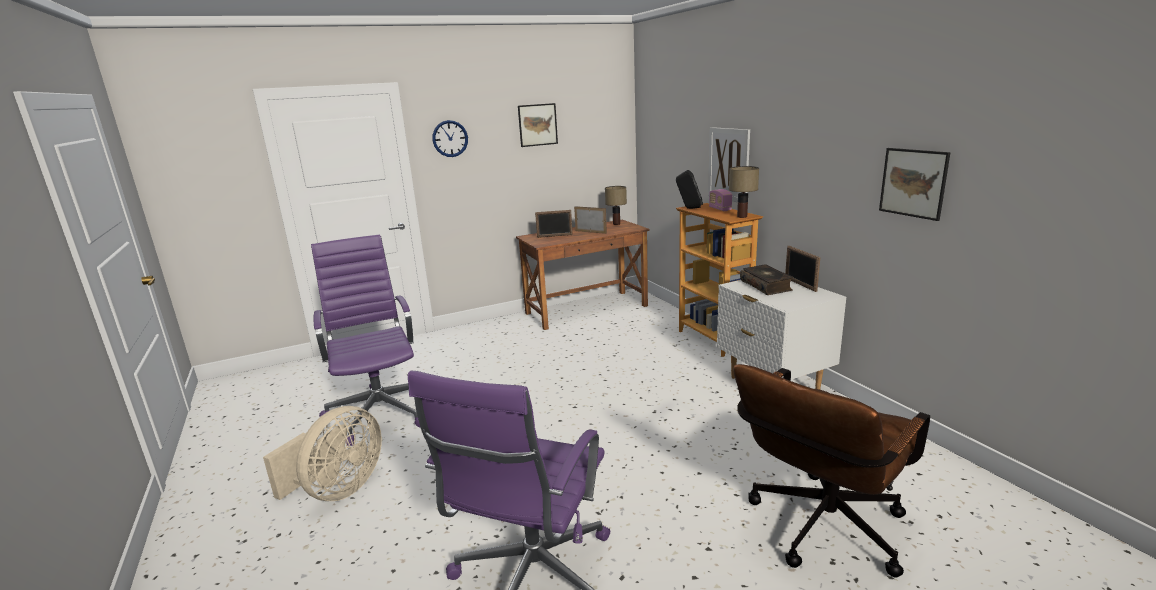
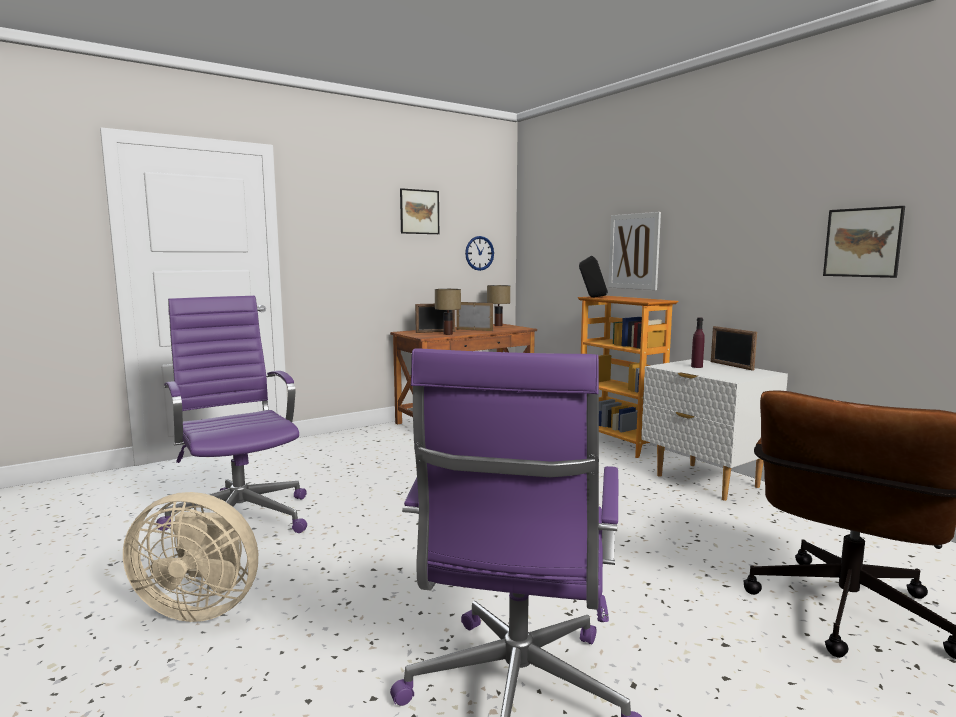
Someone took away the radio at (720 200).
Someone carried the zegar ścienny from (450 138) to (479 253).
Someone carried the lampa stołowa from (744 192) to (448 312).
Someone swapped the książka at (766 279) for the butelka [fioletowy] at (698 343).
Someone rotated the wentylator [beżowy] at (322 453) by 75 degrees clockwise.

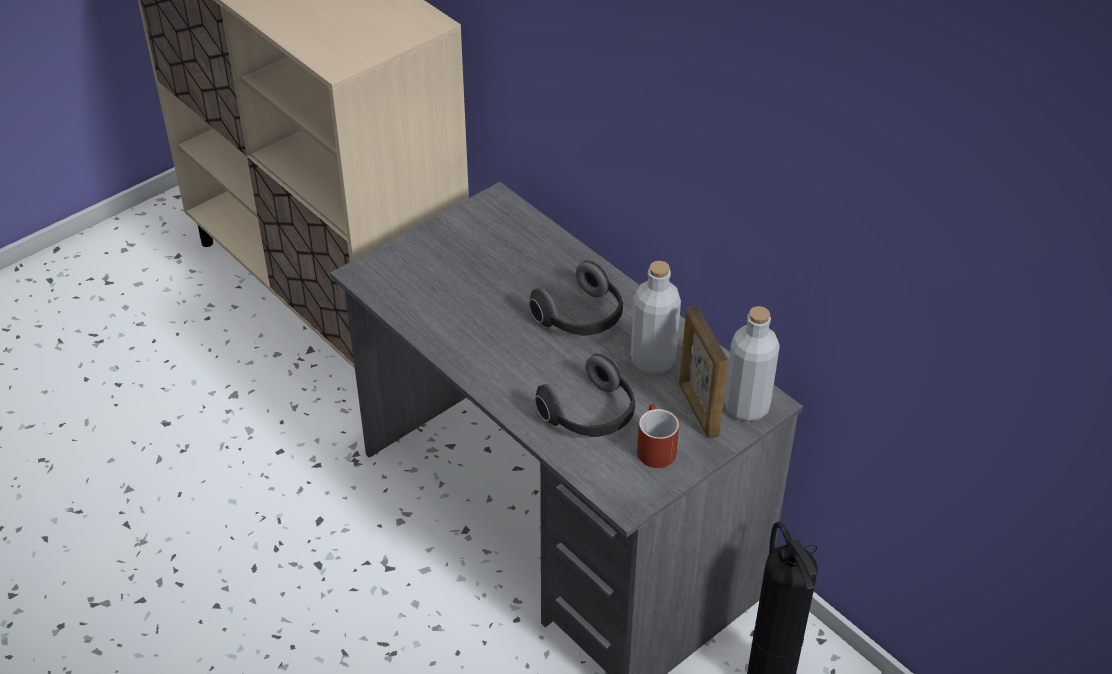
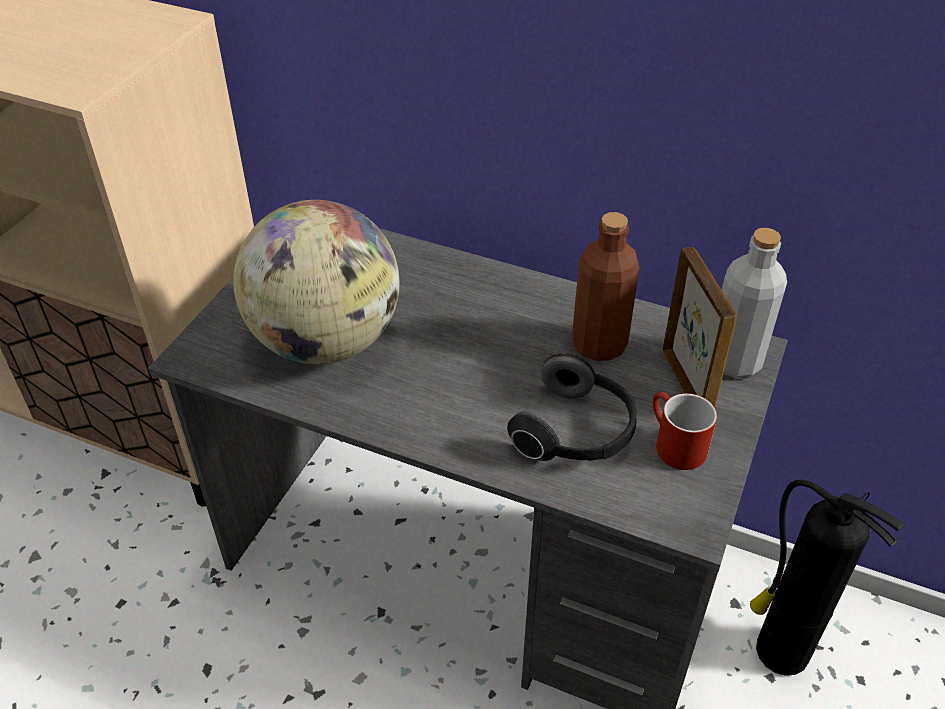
Someone took away the słuchawki at (576 298).
Someone put down the globus at (316 282).
Someone repainted the butelka [szary] at (656 317), which became the butelka [brązowy] at (606 286).
Someone rotated the ramka na zdjęcie at (703 372) by 150 degrees counterclockwise.

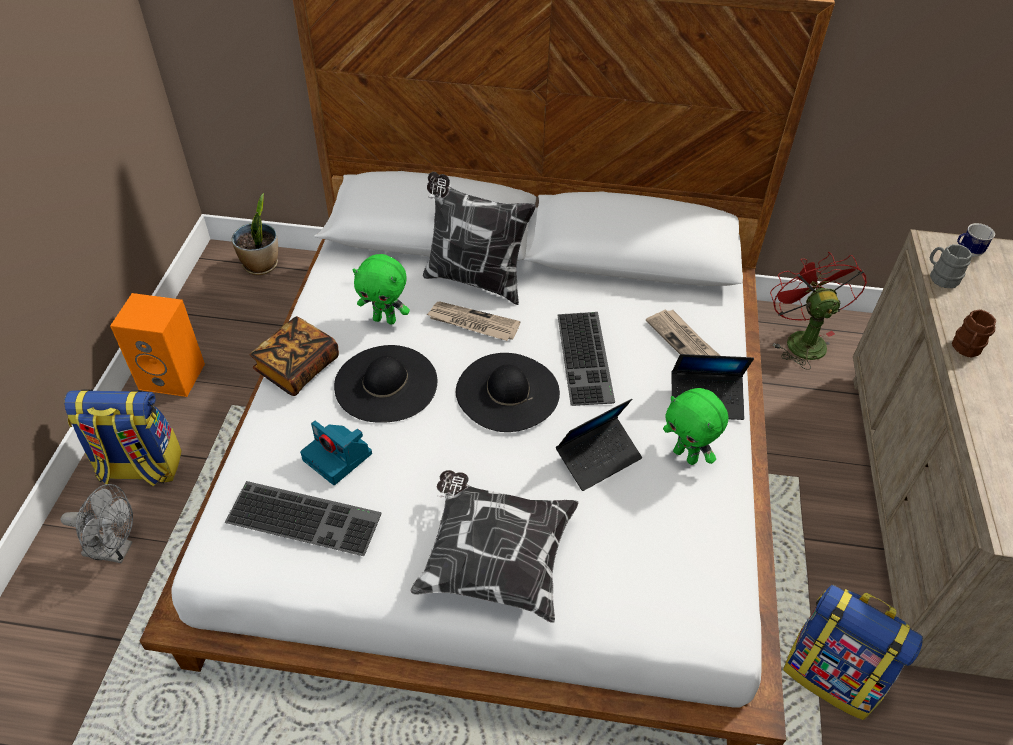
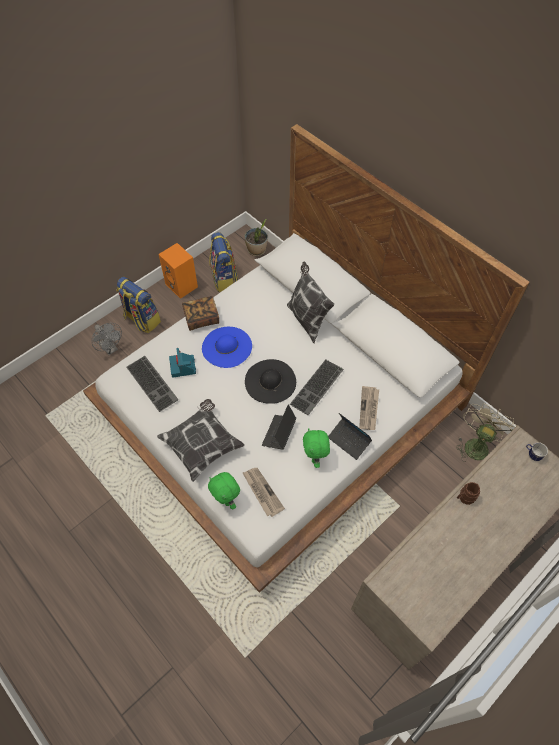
Someone took away the kubek [szary] at (951 266).
Someone carried the pluszak [zielony] from (381 289) to (224 490).
Someone carried the gazeta from (473 321) to (264 492).
Someone carried the plecak from (853 652) to (223 262).
Someone repainted the kapelusz [czarny] at (385 384), which became the kapelusz [niebieski] at (227 347).
Someone repainted the wentylator [czerwony] at (818 311), which became the wentylator [beżowy] at (486 433).
Someone rotated the laptop at (599 445) by 105 degrees clockwise.

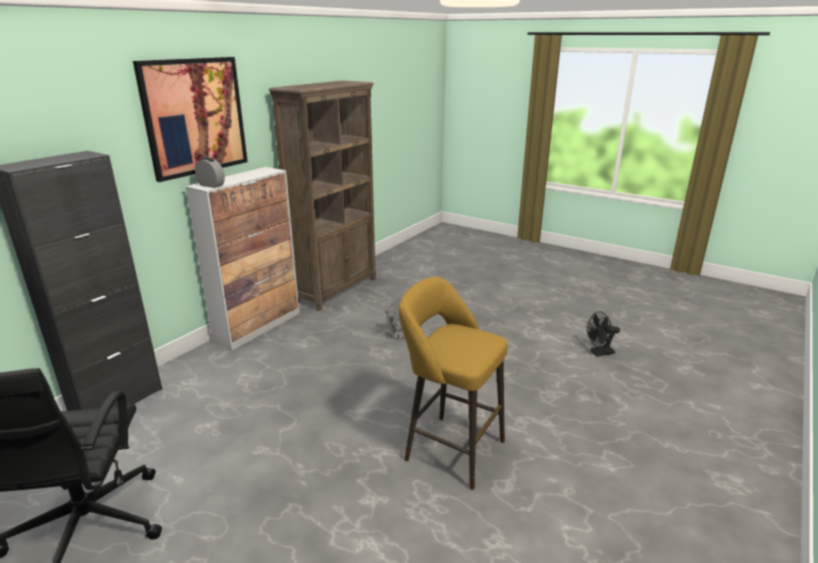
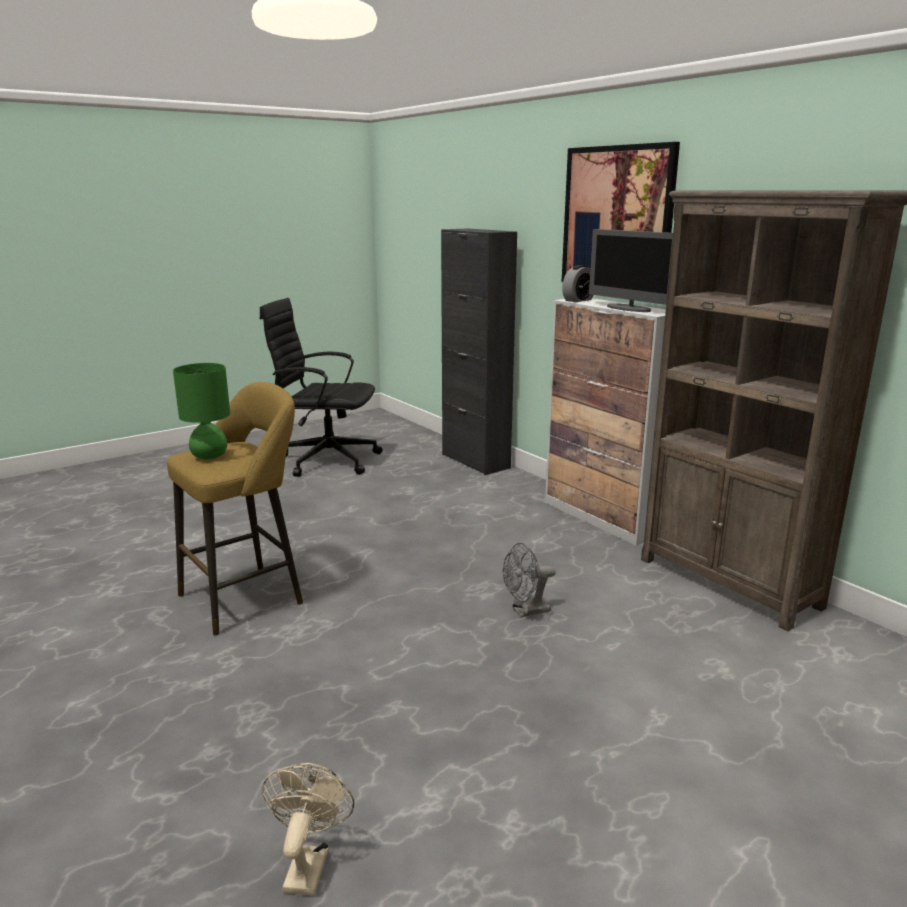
Someone put down the lampa stołowa [zielony] at (201 411).
Someone put down the monitor at (631 270).
Someone repainted the wentylator [czarny] at (603 333), which became the wentylator [beżowy] at (308 829).

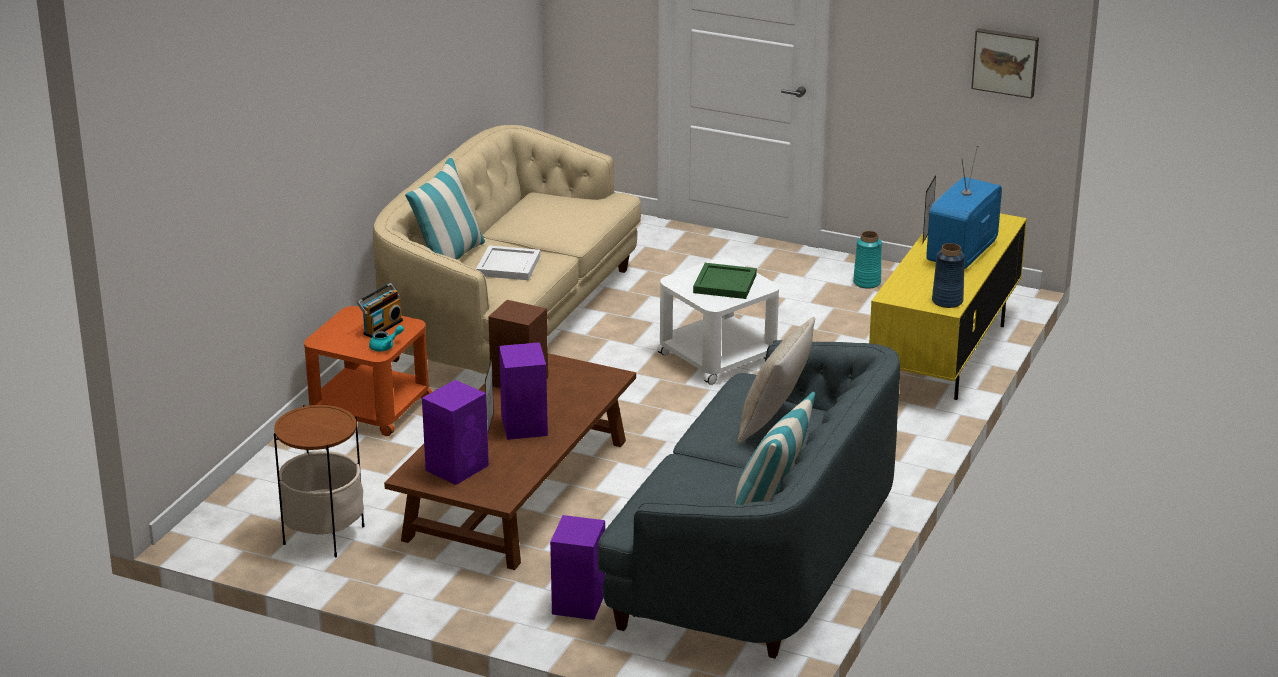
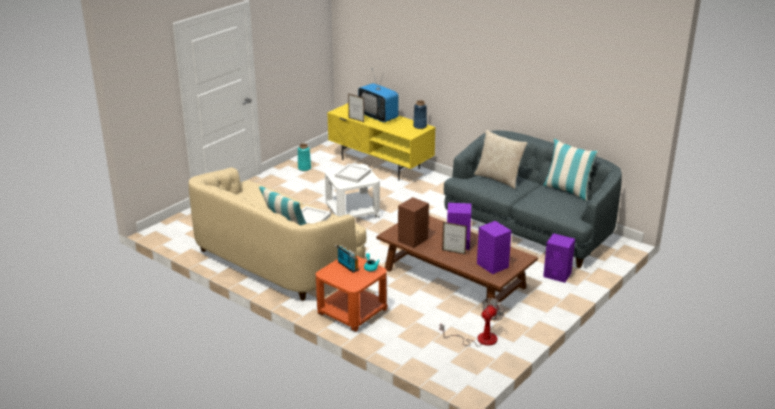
Someone took away the obraz at (1005 63).
Someone swapped the stolik at (319 481) for the wentylator at (472 322).
Someone repainted the taca [zielony] at (725 281), which became the taca [biały] at (353 173).

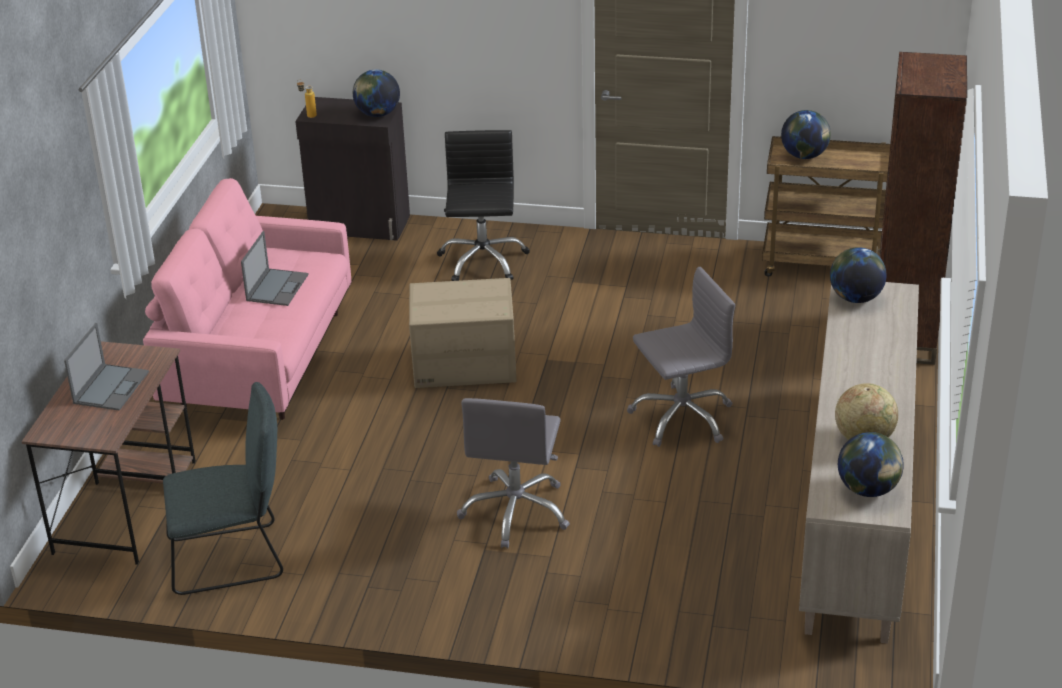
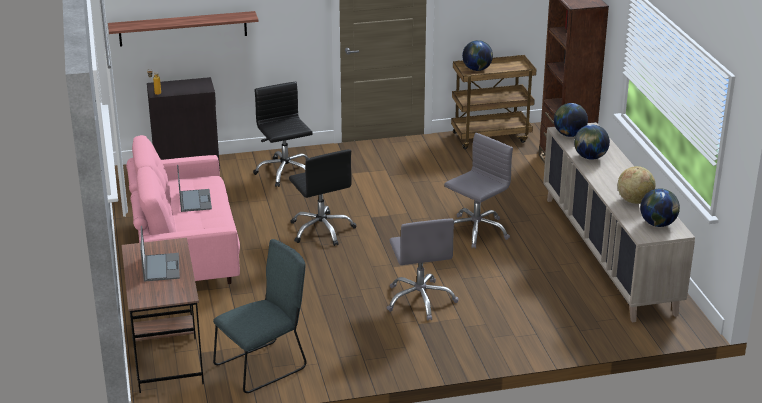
Someone put up the półka at (183 29).
Someone carried the globus from (376 93) to (592 142).
Someone swapped the karton at (463 333) for the krzesło biurowe [czarny] at (322 197).

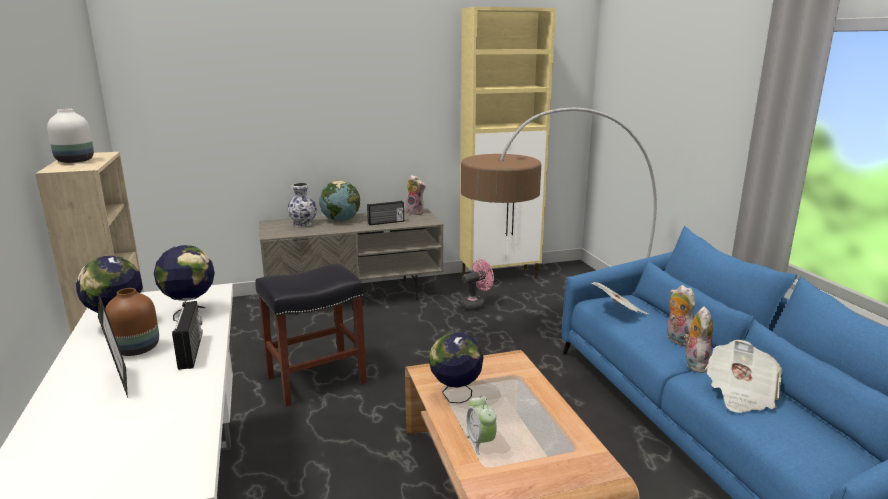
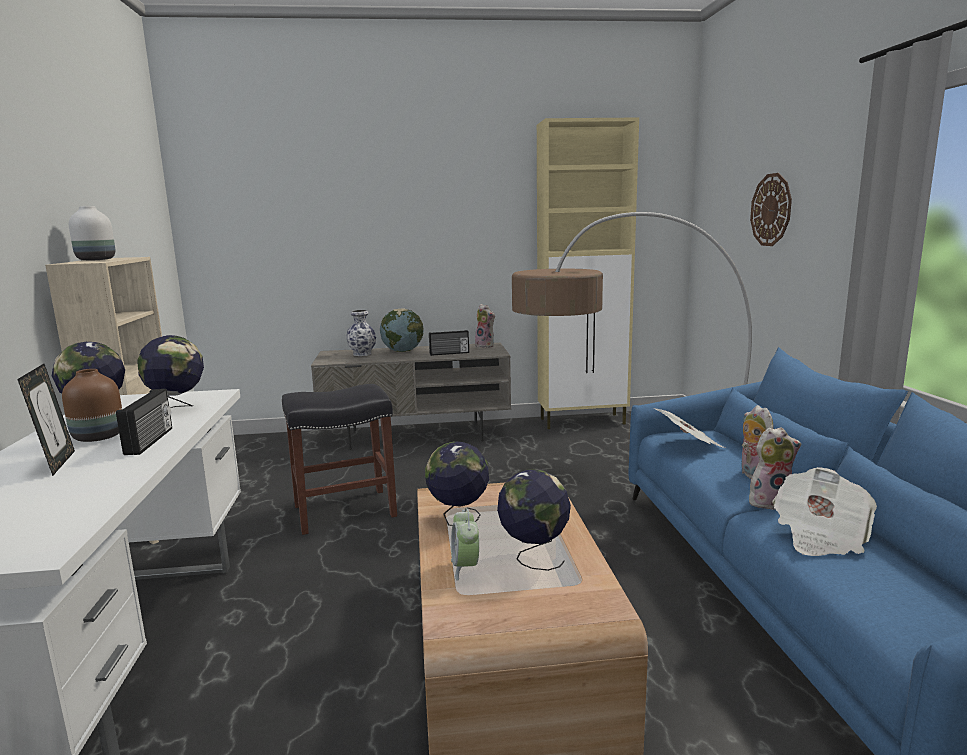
Someone took away the wentylator [różowy] at (477 285).
Someone put down the globus at (534 520).
Someone put up the zegar ścienny at (771 209).
Someone rotated the pluszak at (698 339) by 60 degrees clockwise.

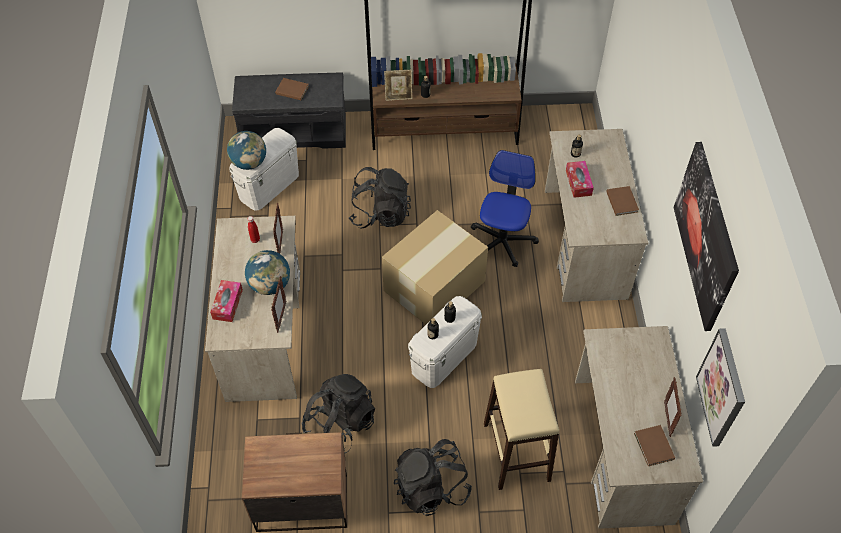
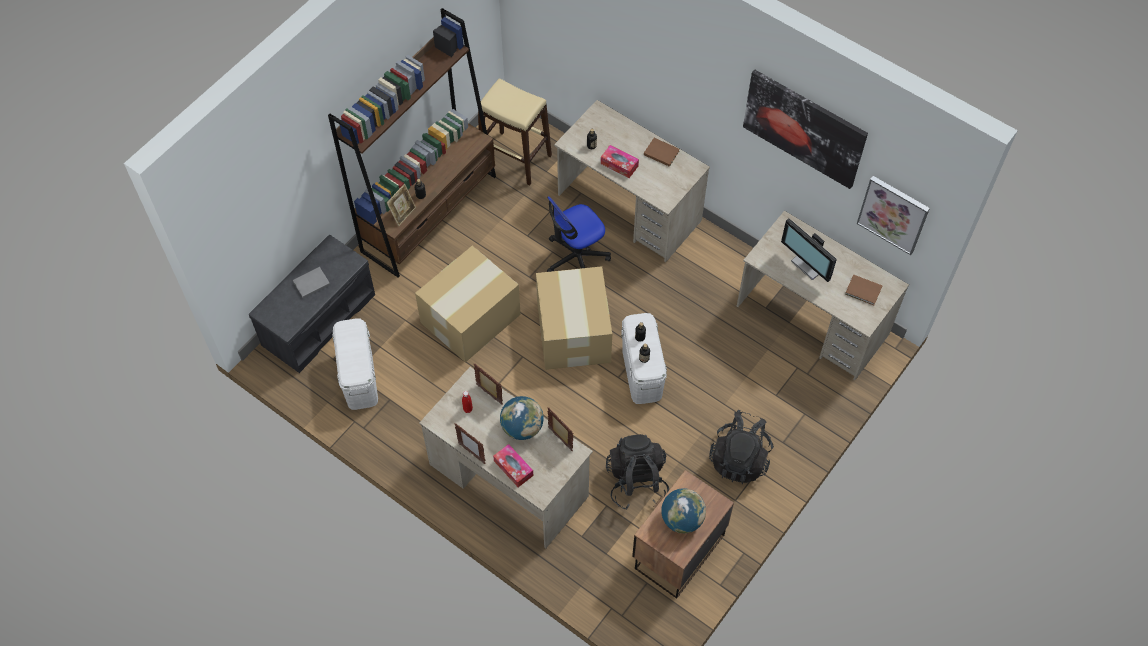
Someone put down the monitor at (809 250).
Someone carried the globus from (246 150) to (683 510).
Someone carried the stołek [beżowy] from (521 429) to (515 132).
Someone carried the ramka na zdjęcie from (673 407) to (470 443).
Someone swapped the plecak [czarny] at (380 198) for the karton at (468 304).
Someone repainted the książka [brązowy] at (292 89), which became the książka [szary] at (311 282).
Someone rotated the krzesło biurowe at (505 208) by 90 degrees counterclockwise.

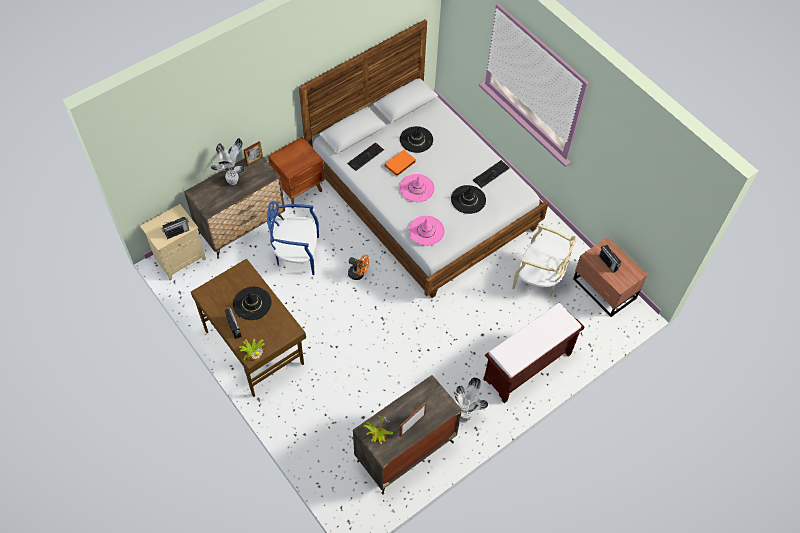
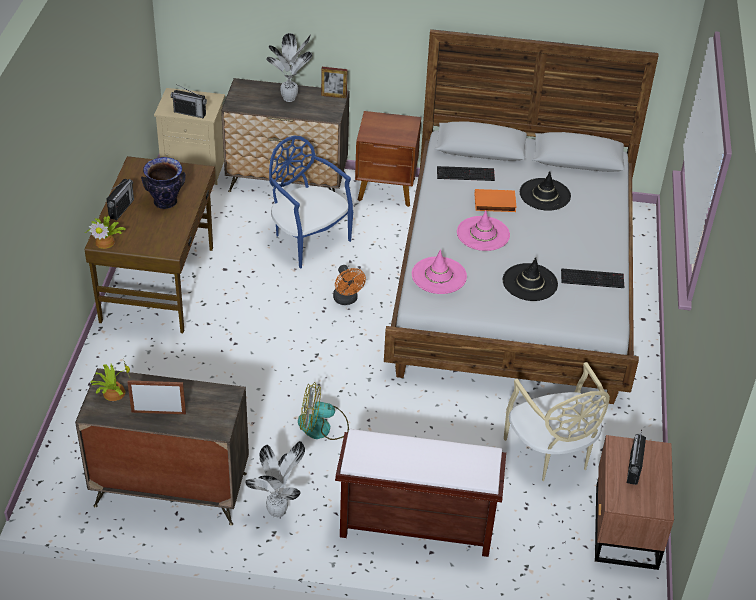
Someone put down the wentylator at (323 411).
Someone swapped the kapelusz [czarny] at (252 303) for the wazon at (163 183).

